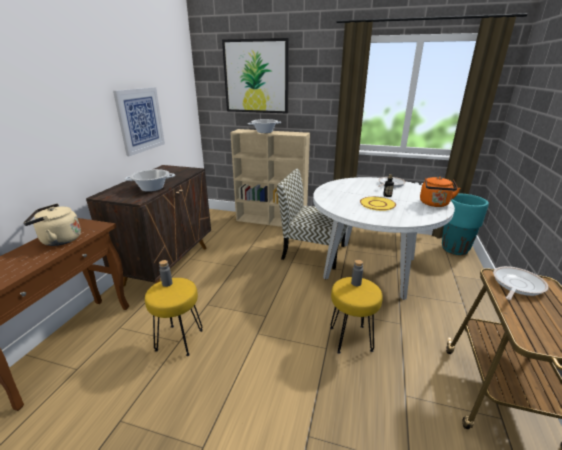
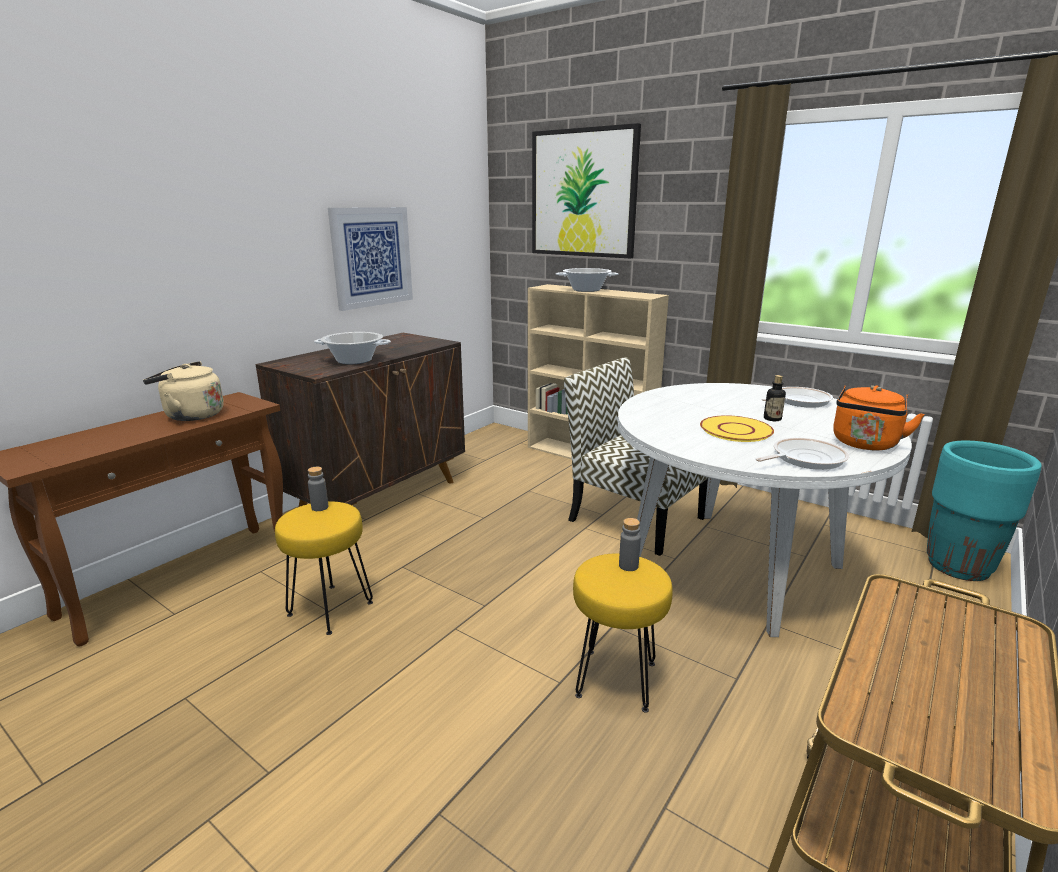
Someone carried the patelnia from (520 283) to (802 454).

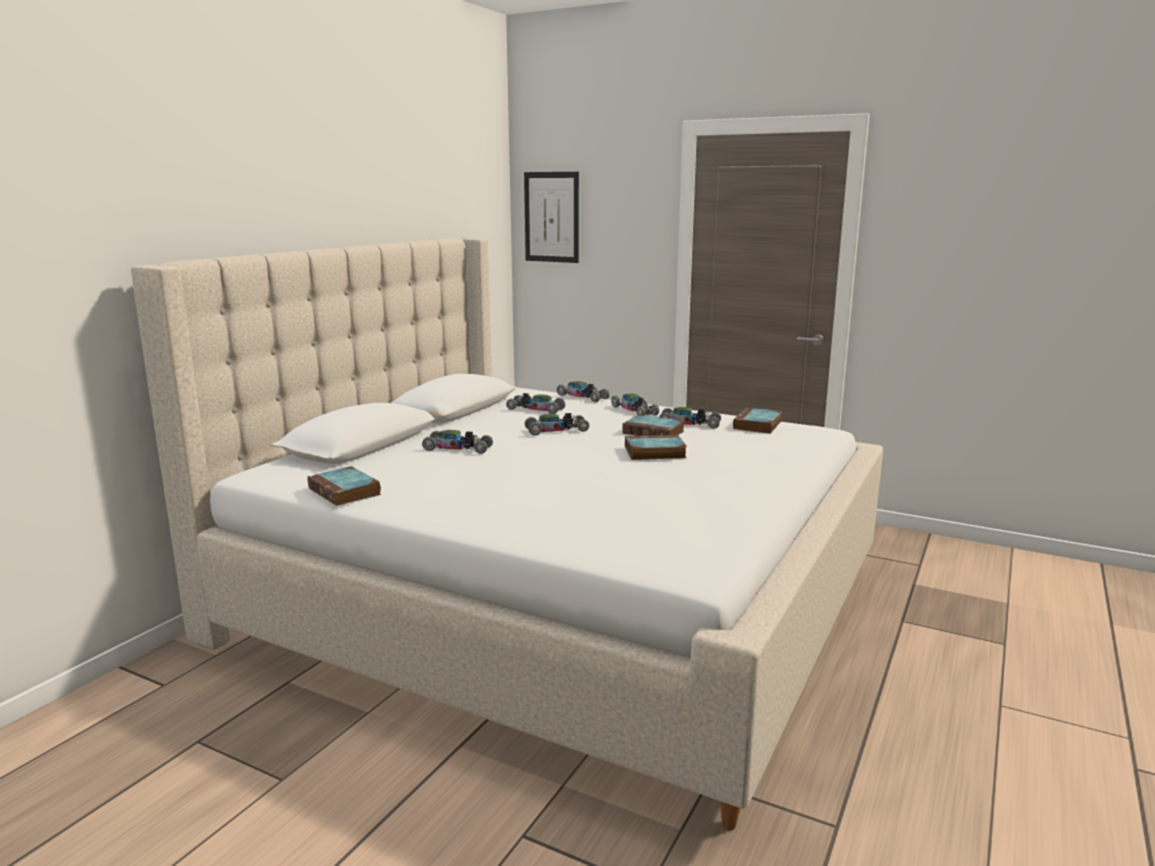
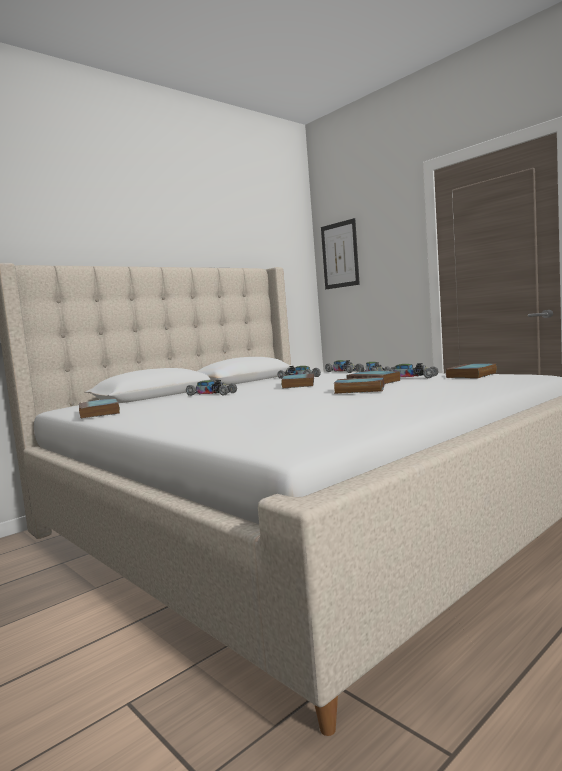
Someone swapped the samochodzik at (557 424) for the książka at (297 380).

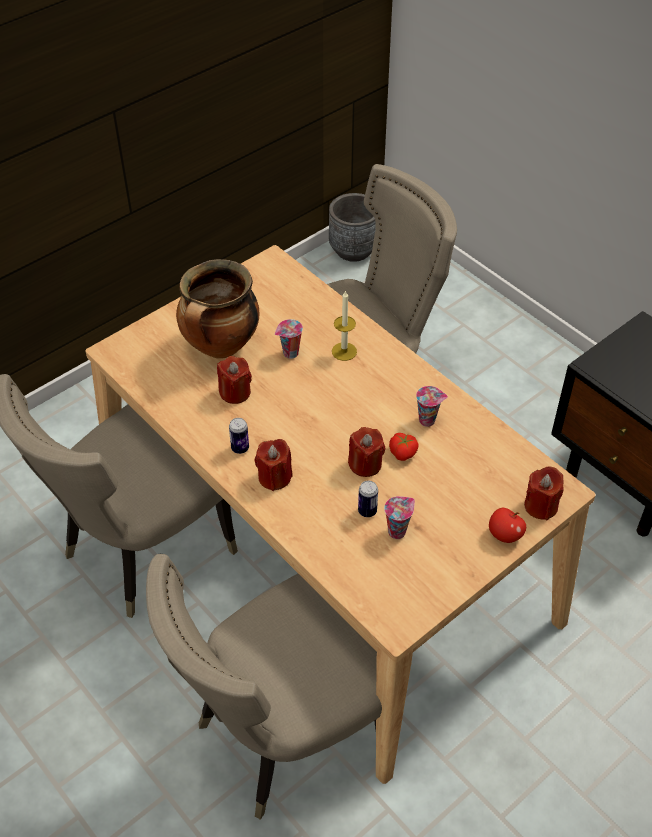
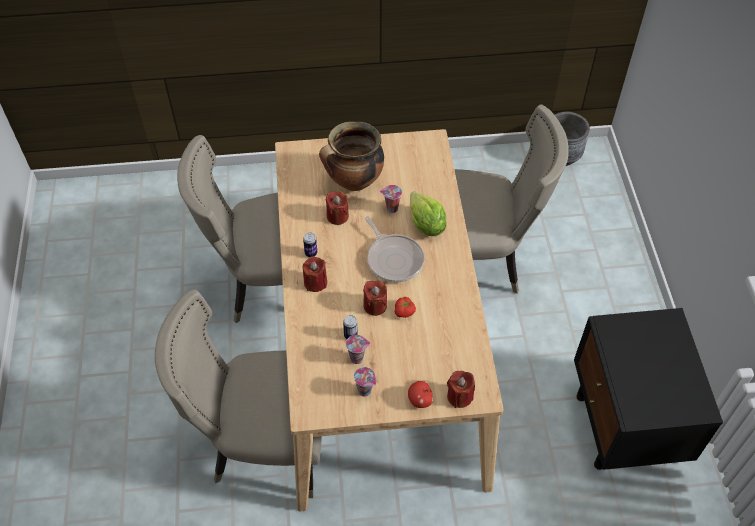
Someone put down the patelnia at (395 249).
Someone carried the filiżanka from (432 406) to (365 382).
Someone swapped the świeca at (344 325) for the sałata at (428 213).

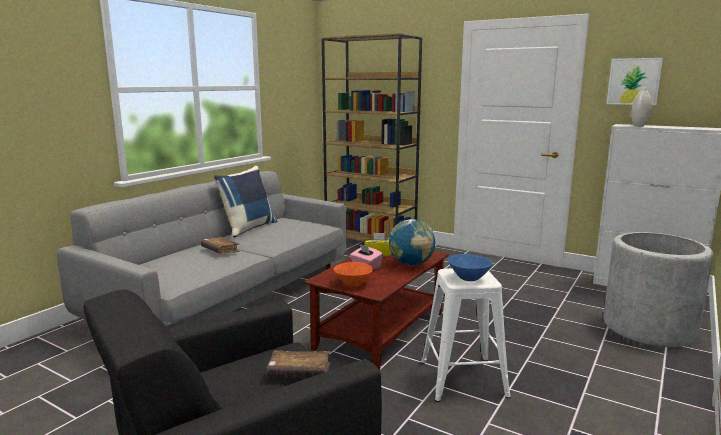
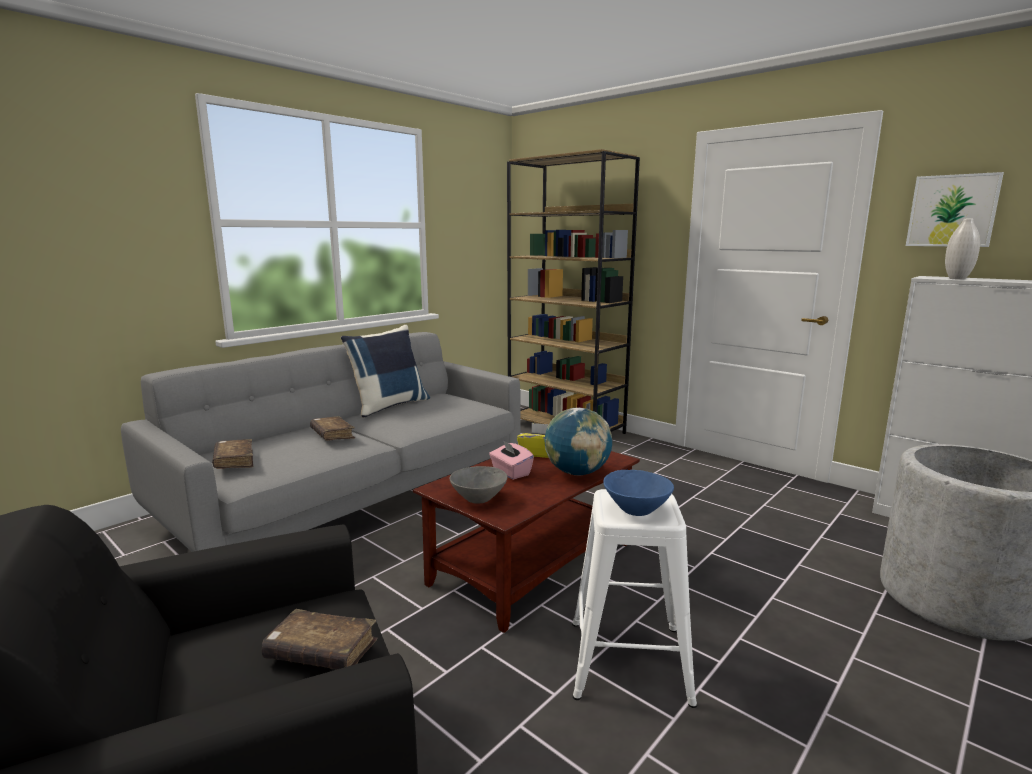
Someone put down the książka [brązowy] at (232 454).
Someone repainted the miska [pomarańczowy] at (353 274), which became the miska [szary] at (478 485).

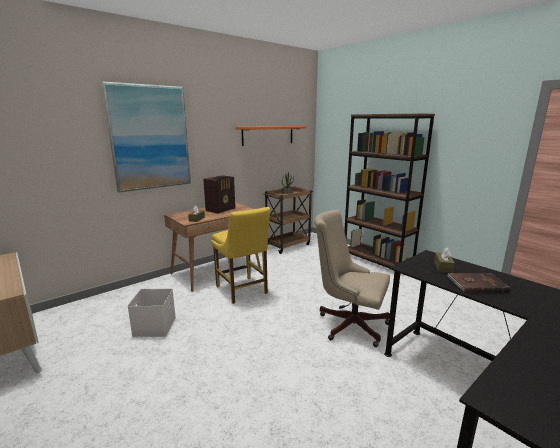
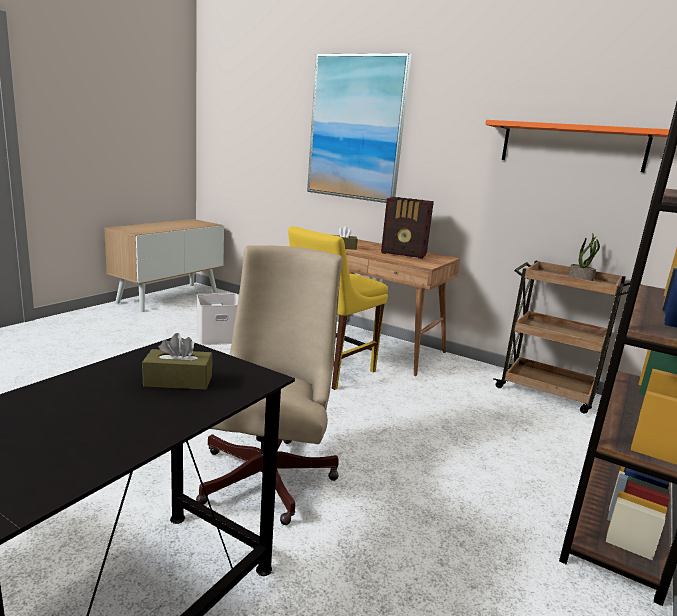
Someone took away the książka [brązowy] at (479 283).

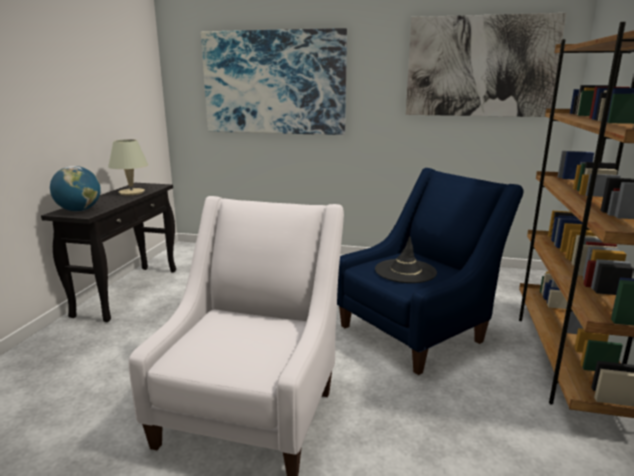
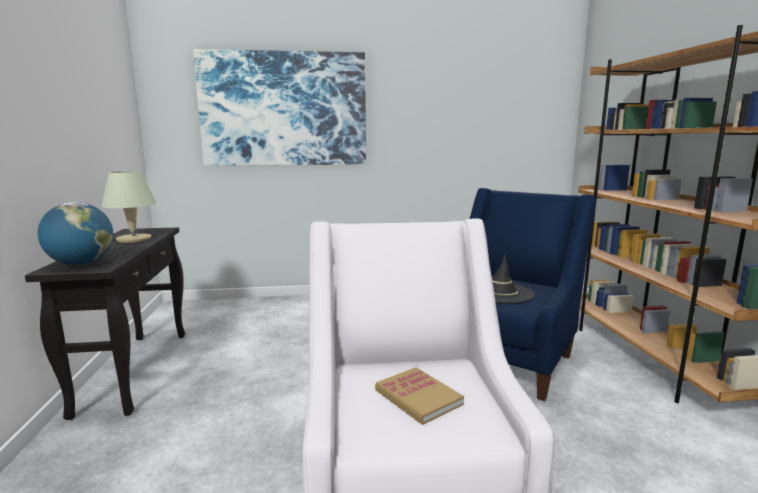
Someone took away the obraz at (486 65).
Someone put down the książka at (419 396).

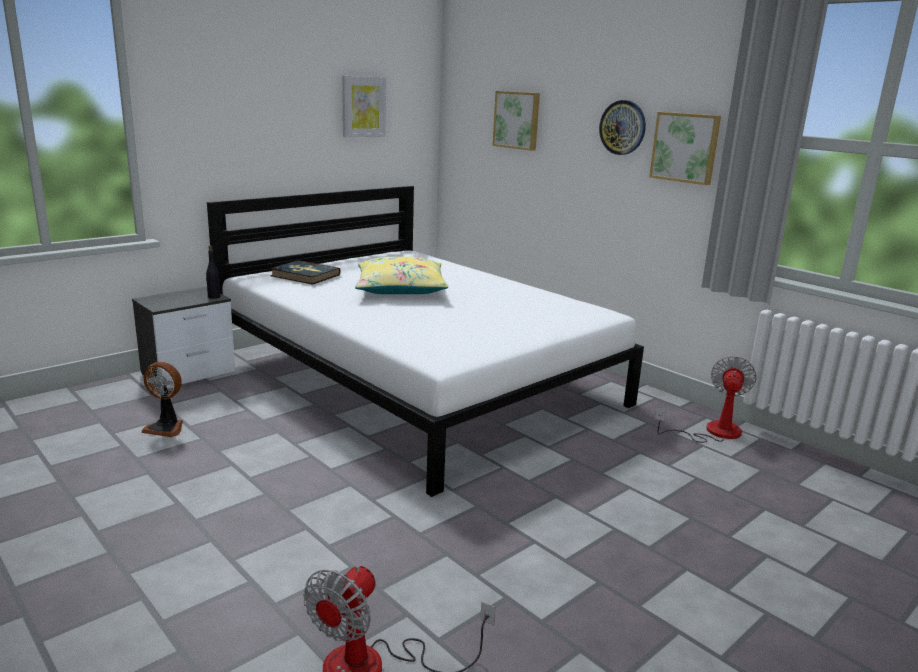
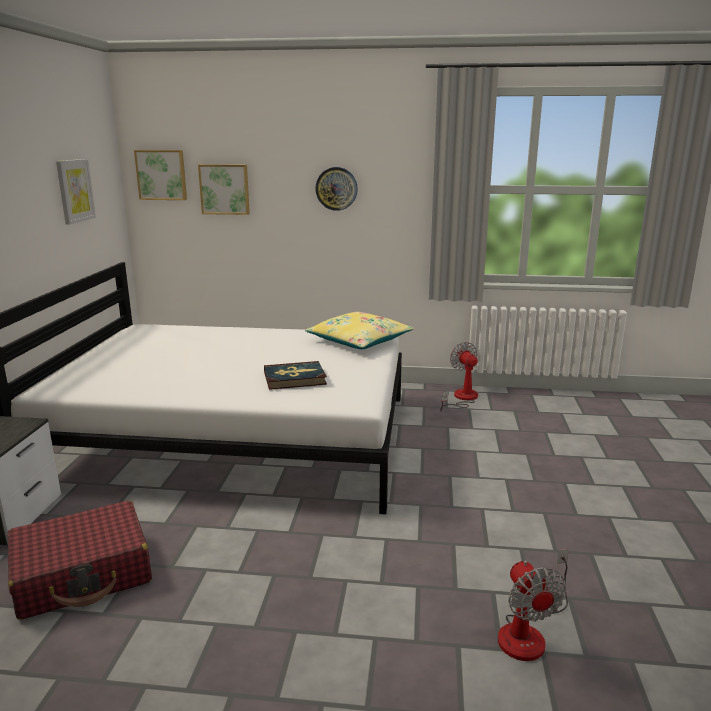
Someone took away the butelka [czarny] at (213 272).
Someone carried the książka from (305 272) to (295 375).
Someone carried the poduszka [żółty] from (401 275) to (359 330).
Someone carried the obraz from (685 148) to (160 175).
Someone swapped the wentylator at (162 399) for the walizka [czerwony] at (79 560).

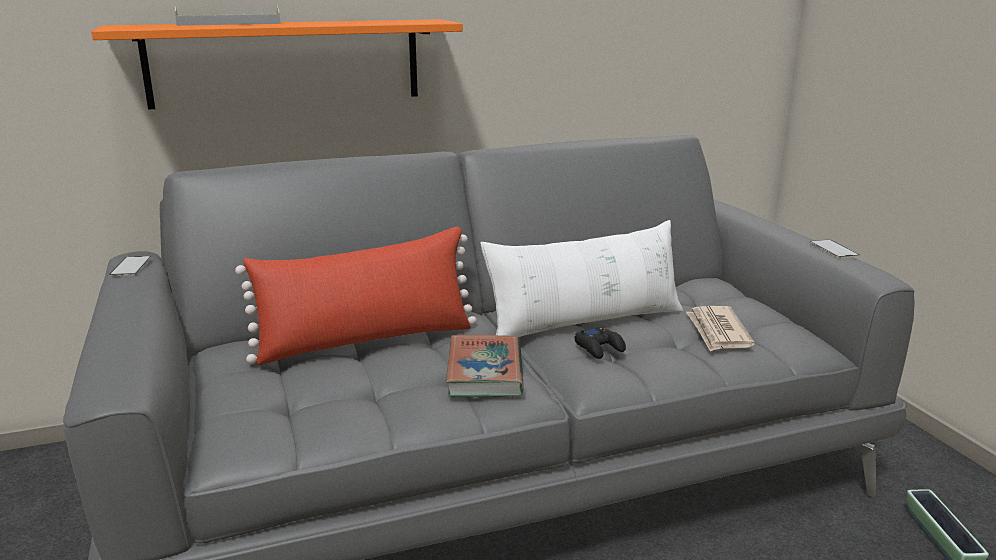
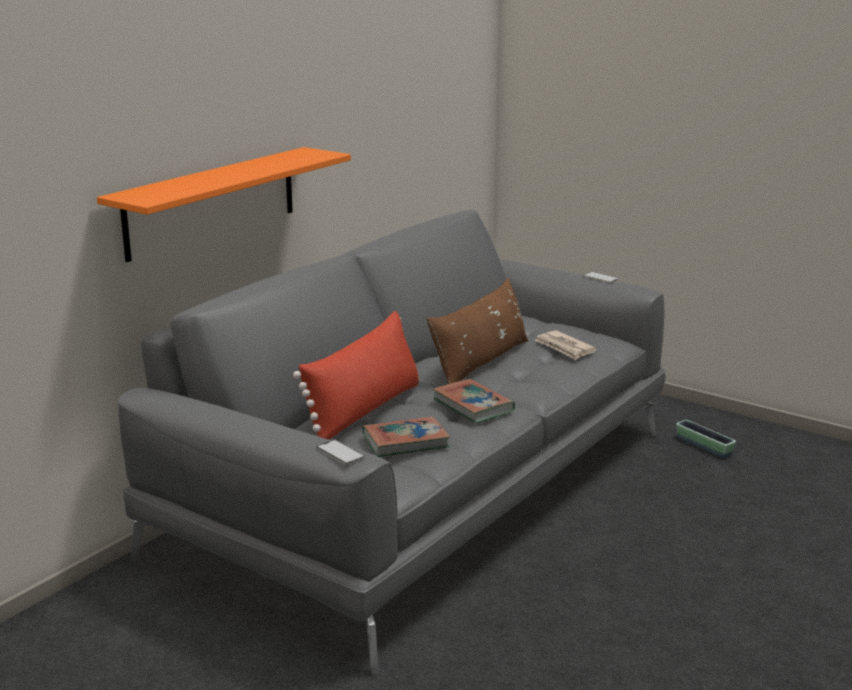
Someone took away the taca [szary] at (228 15).
Someone took away the pad do gier [czarny] at (600 343).
Someone put down the książka at (406 436).
Someone carried the telefon from (130 266) to (340 452).
Someone repainted the poduszka [biały] at (581 278), which became the poduszka [brązowy] at (477 331).

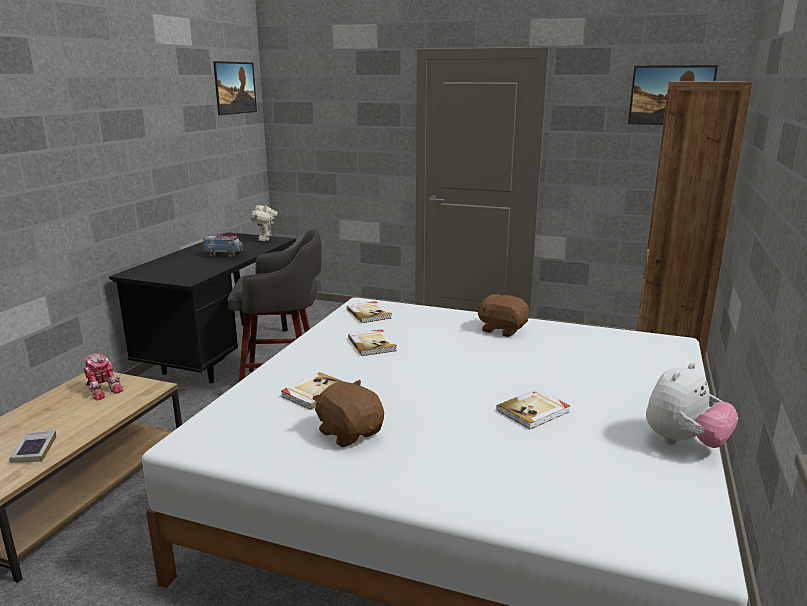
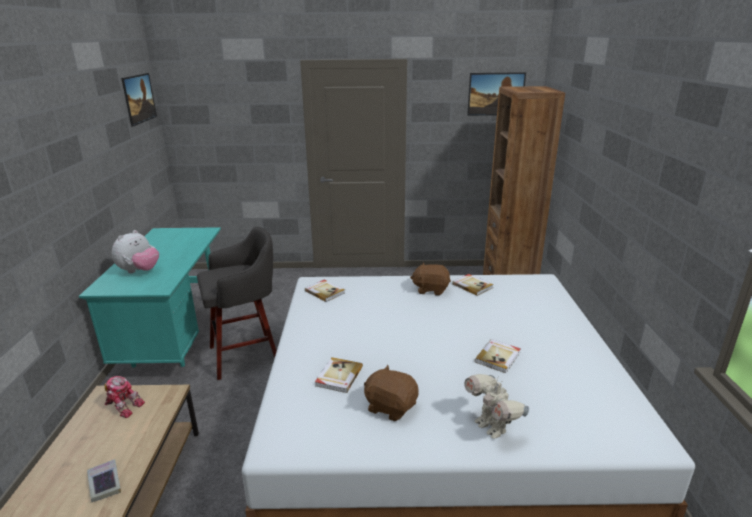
Someone took away the ciężarówka zabawkowa at (223 245).
Someone carried the robot zabawkowy from (264 222) to (496 406).
Someone carried the książka from (372 342) to (472 285).
Someone carried the pluszak from (692 405) to (135 251).
Someone repainted the biurko [czarny] at (202 307), which became the biurko [turkusowy] at (150 297).

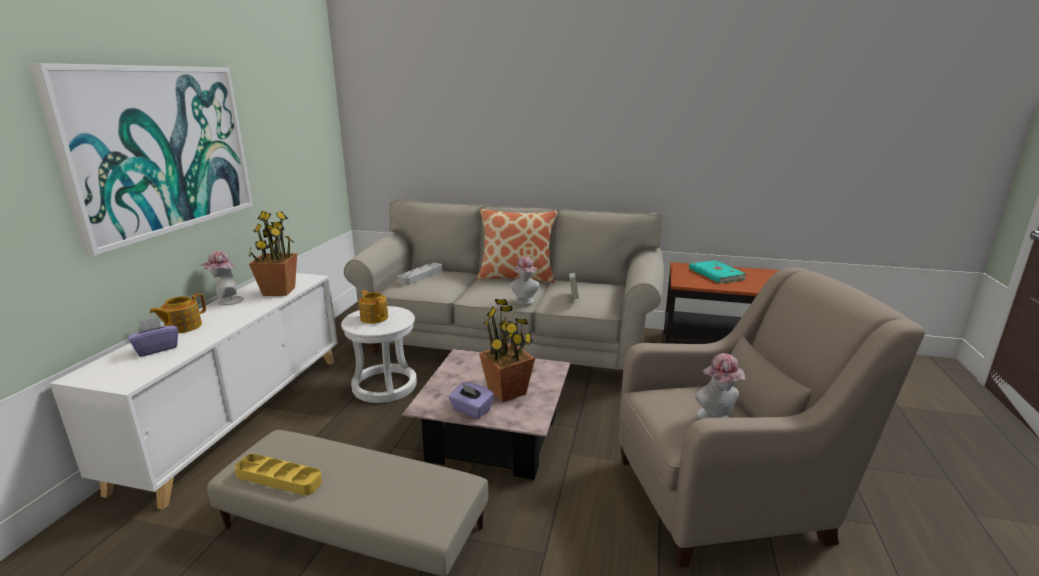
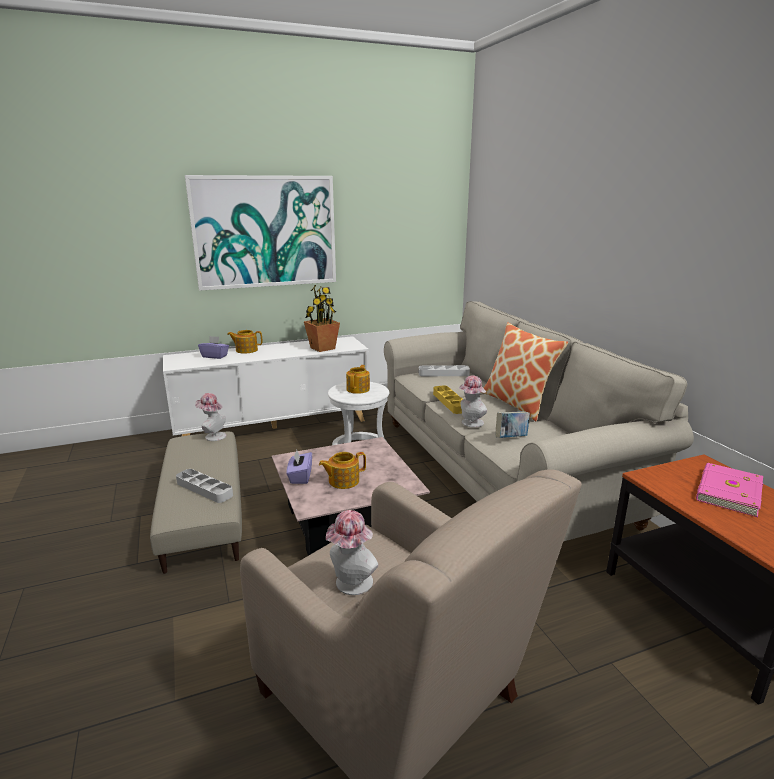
Someone put down the taca [szary] at (204 486).
Someone carried the kapelusz from (222 278) to (210 417).
Someone carried the taca [żółty] from (278 475) to (448 399).
Someone swapped the roślina doniczkowa at (507 350) for the imbryk at (342 470).
Someone repainted the książka [turkusowy] at (717 271), which became the książka [różowy] at (729 490).

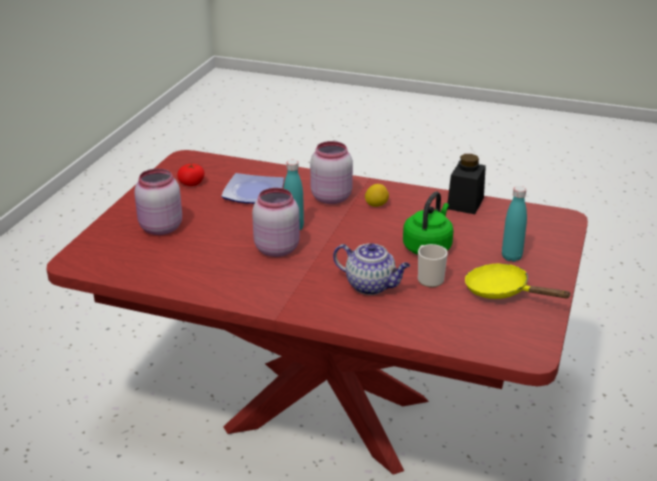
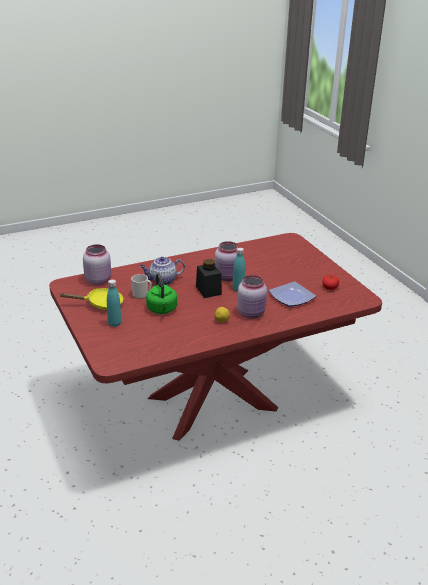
Someone carried the słoik [różowy] from (158 202) to (97 264).
Someone carried the słoik [czarny] from (467 184) to (209 278).

